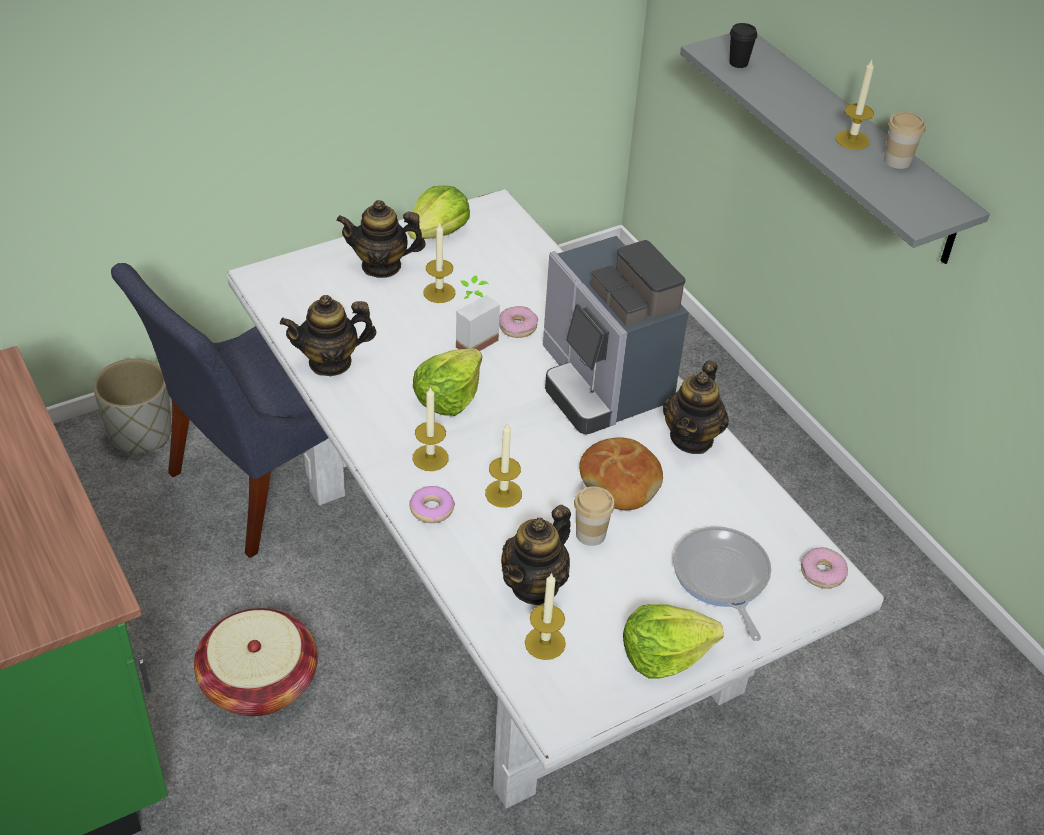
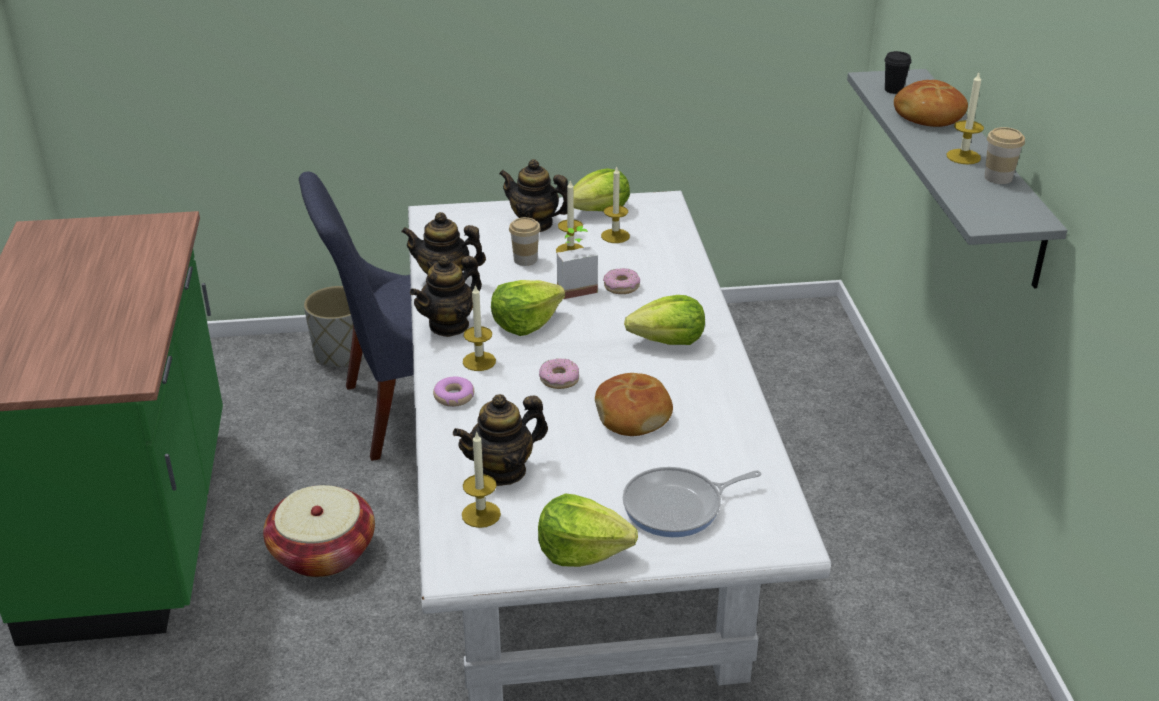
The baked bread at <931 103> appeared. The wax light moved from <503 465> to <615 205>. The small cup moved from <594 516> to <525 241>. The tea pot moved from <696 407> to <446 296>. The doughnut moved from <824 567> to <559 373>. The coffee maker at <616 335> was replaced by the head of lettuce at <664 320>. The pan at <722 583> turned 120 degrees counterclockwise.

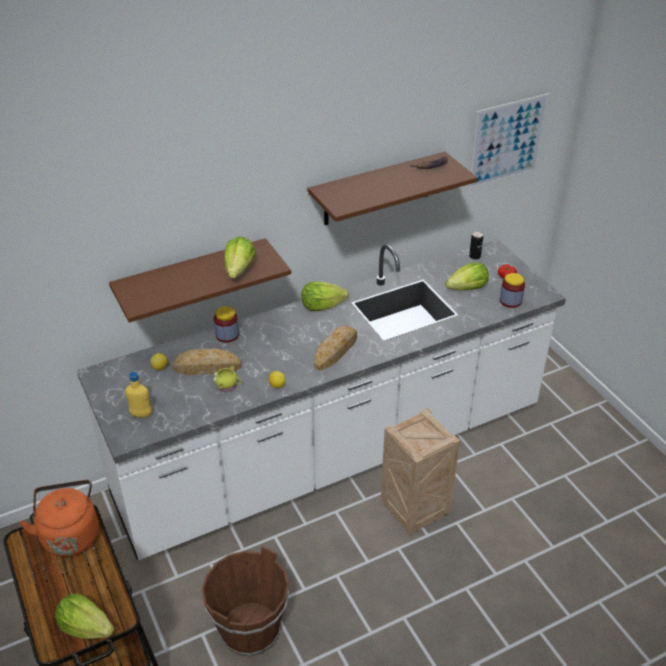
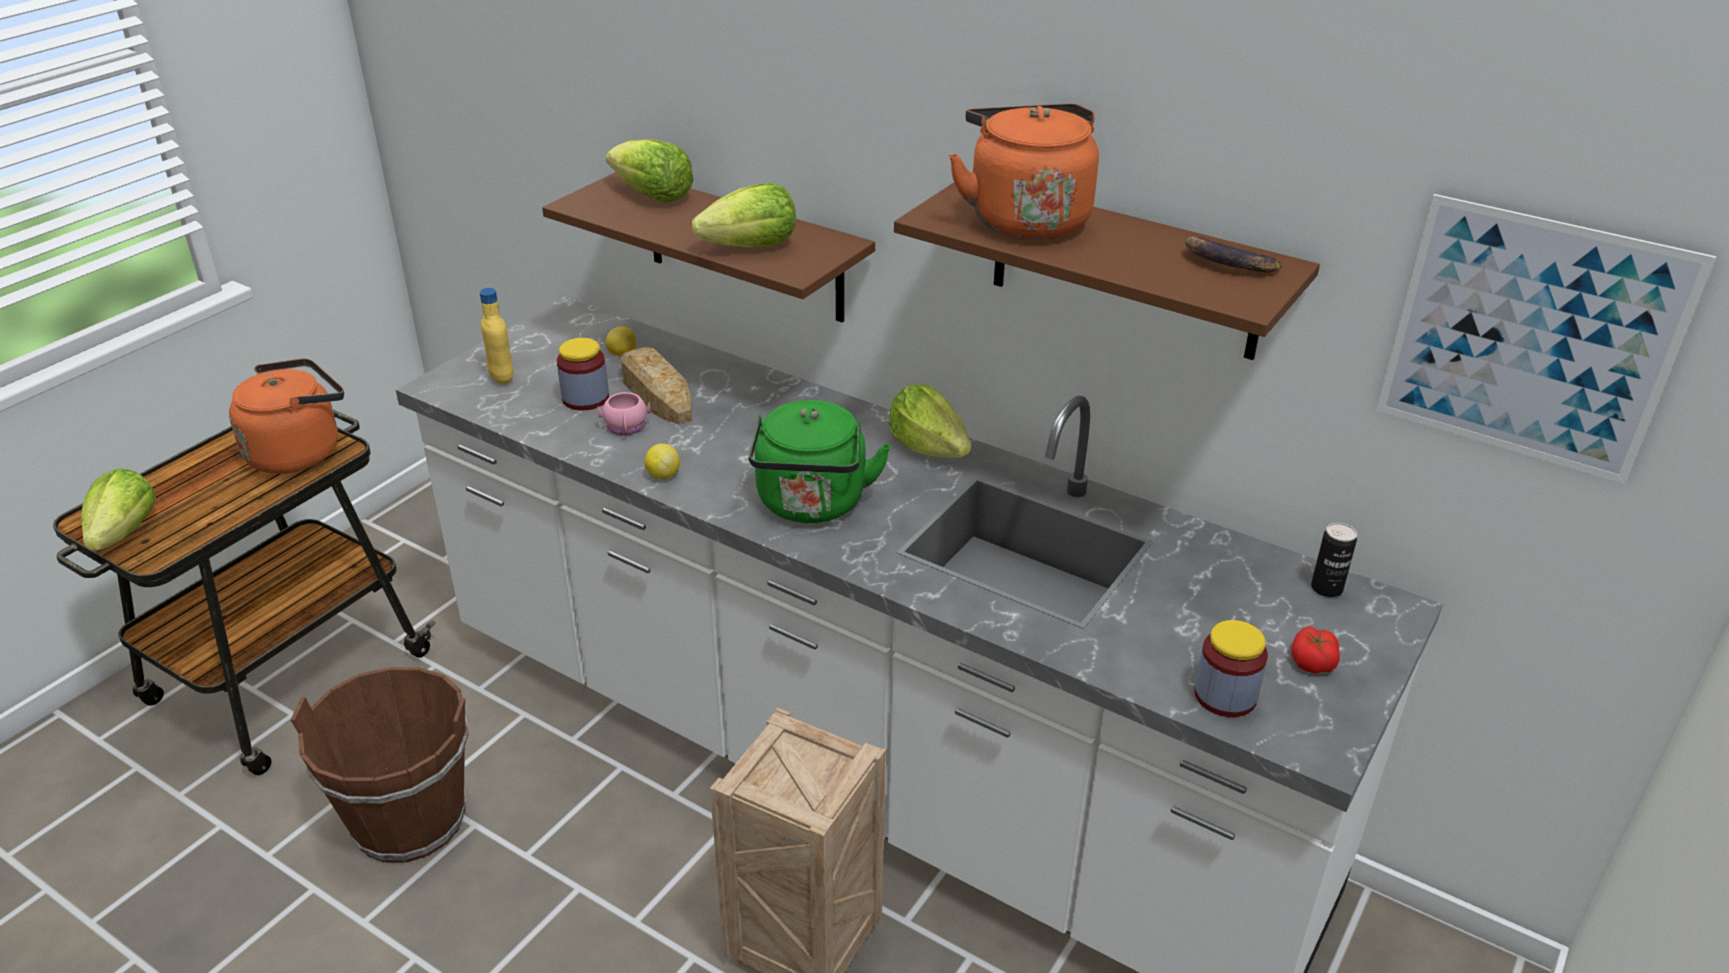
The tea kettle (orange) at <1024 172> appeared. The preserve jar moved from <226 324> to <583 374>. The head of lettuce moved from <467 276> to <650 171>. The baked bread at <335 348> was replaced by the tea kettle (green) at <820 461>. The tea mug (yellow-coloured) at <227 378> became the tea mug (pink-coloured) at <624 413>.

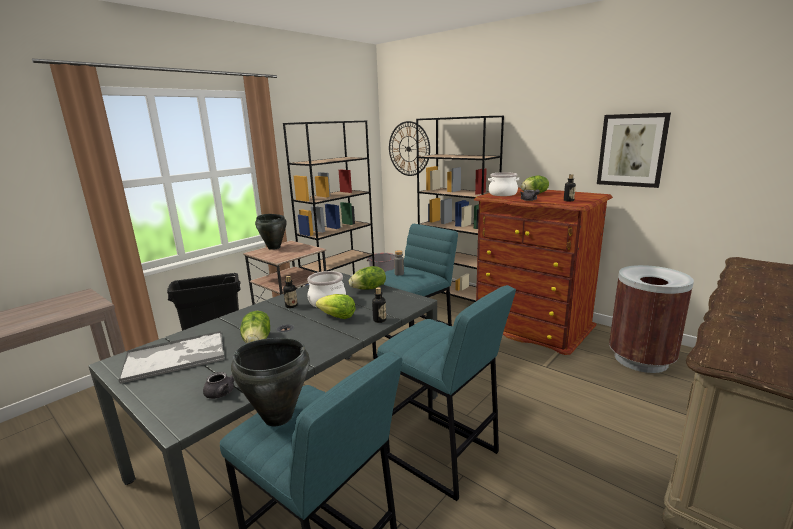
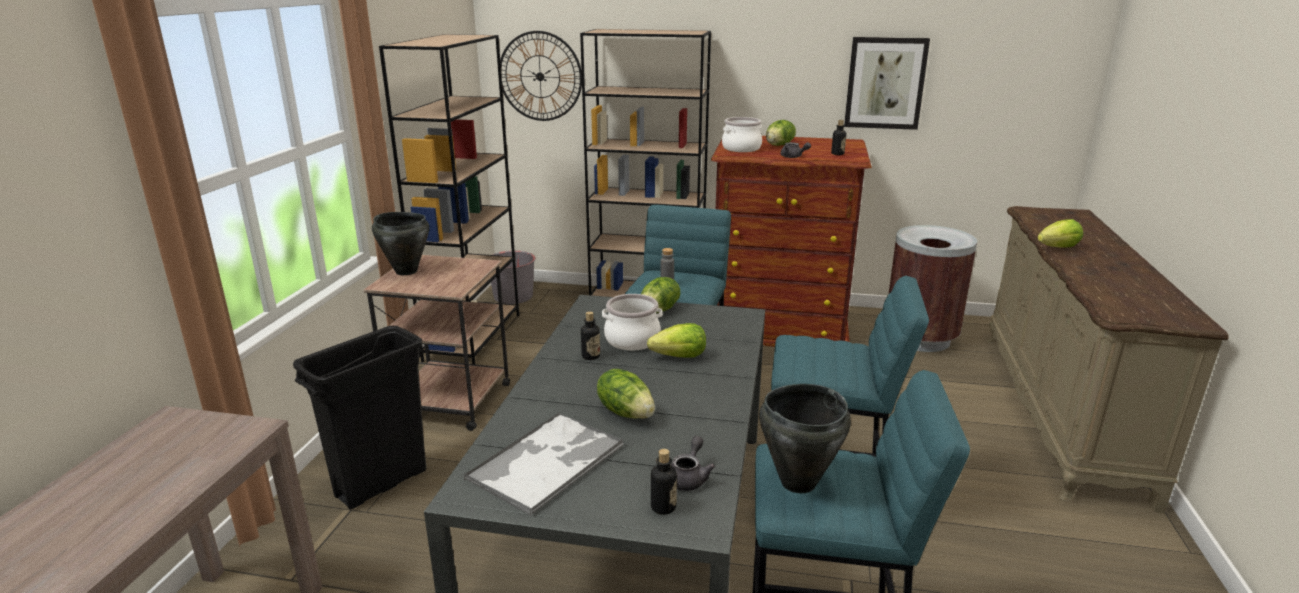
The head of lettuce at <1060 233> appeared. The drink bottle moved from <379 305> to <664 482>.

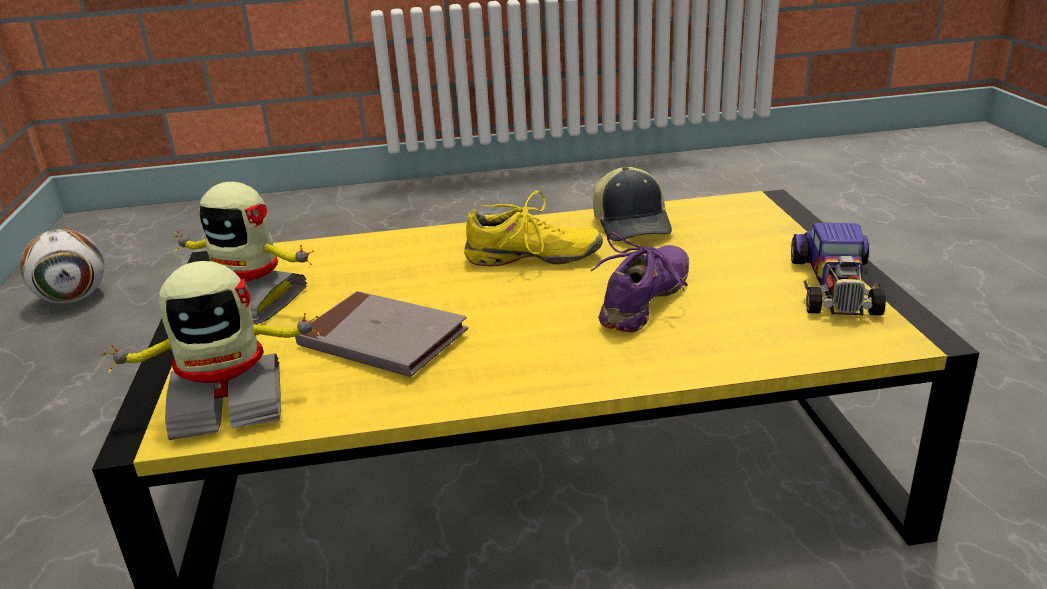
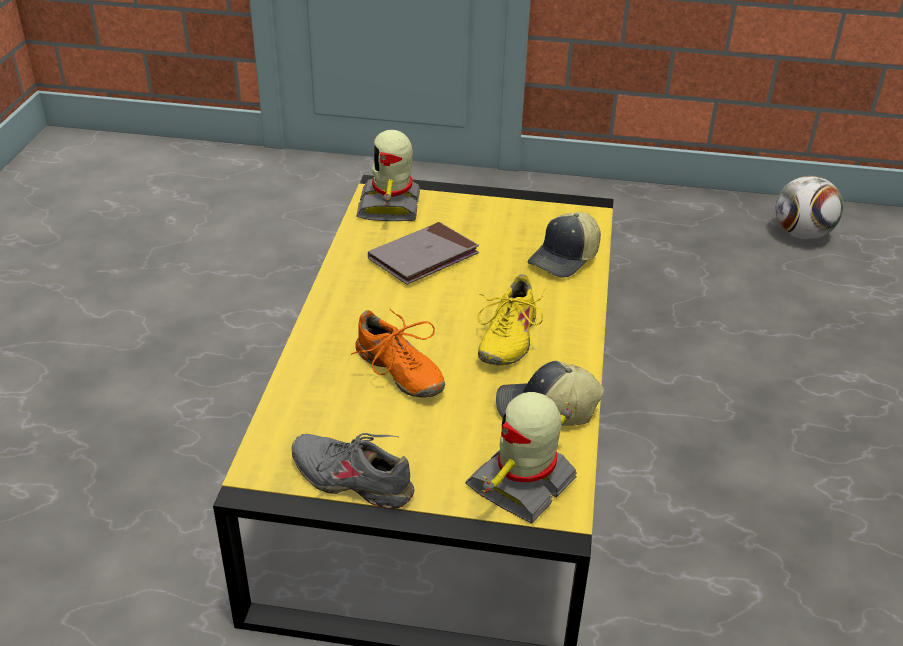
The cap at <564 245> appeared. The robot figure moved from <243 253> to <521 457>. The model car at <838 269> was replaced by the low shoe (grey) at <352 471>. The low shoe (purplish) at <640 282> became the low shoe (orange) at <398 353>.

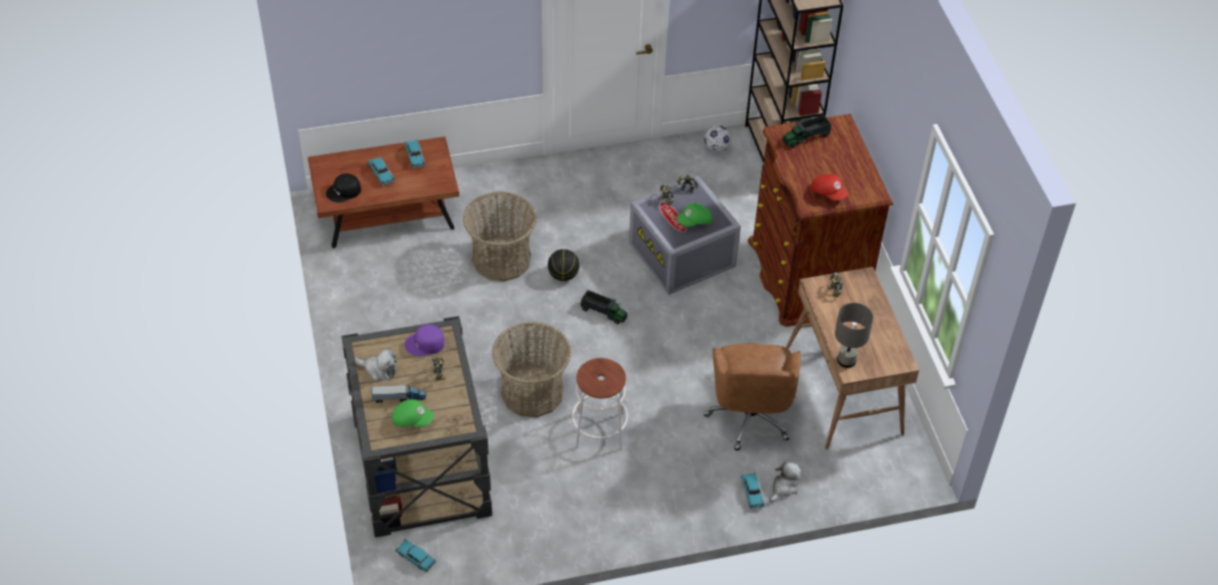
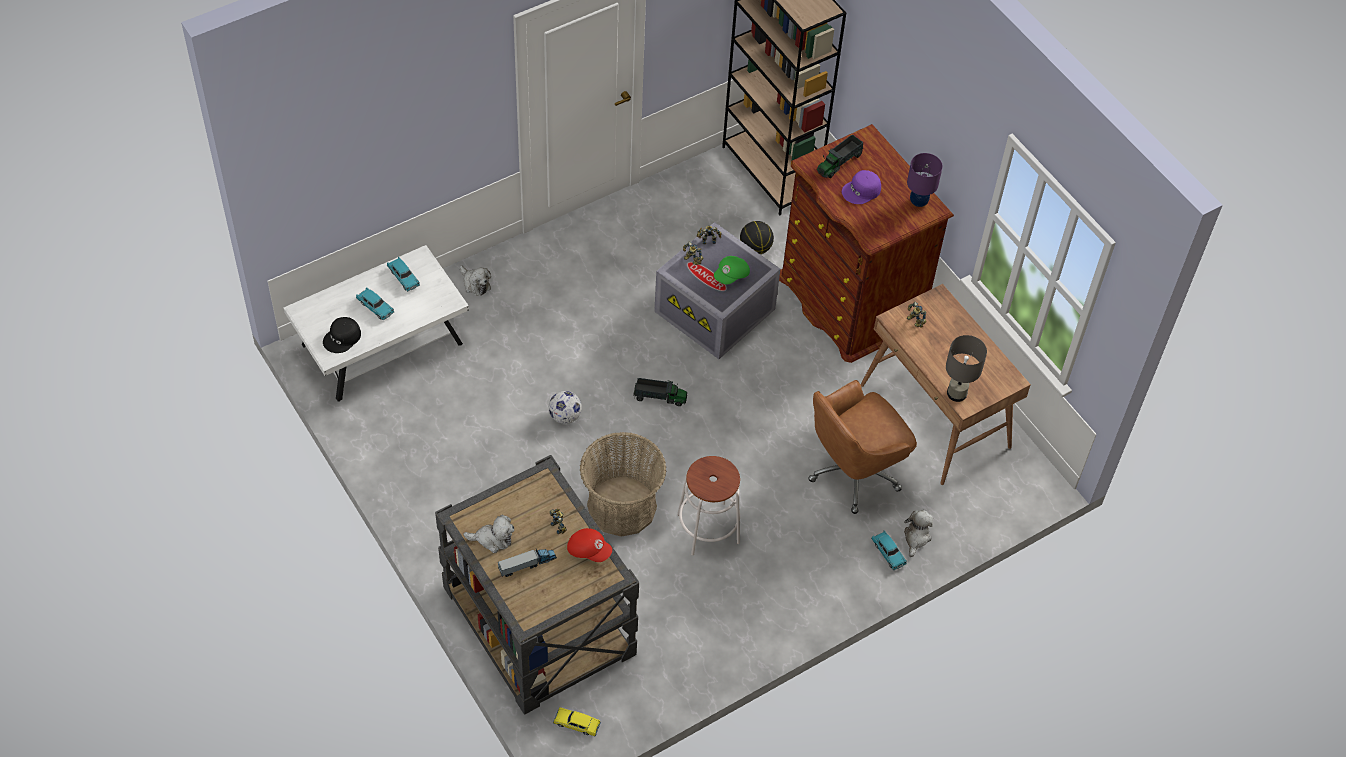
The cap (green) at <413 413> disappeared. The basket at <500 236> disappeared. The cuddly toy at <475 280> appeared. The lamp for a table (purplish) at <925 180> appeared. The cap (purplish) moved from <425 340> to <861 187>. The basketball ball moved from <564 265> to <757 237>. The ball for football moved from <718 138> to <565 407>. The cap (reddish) moved from <829 187> to <589 545>. The low table (brown-coloured) at <383 193> became the low table (whitish) at <376 323>. The model car (turquoise) at <415 555> became the model car (yellow-coloured) at <577 721>. The office chair (brown-coloured) at <752 397> turned 75 degrees clockwise.

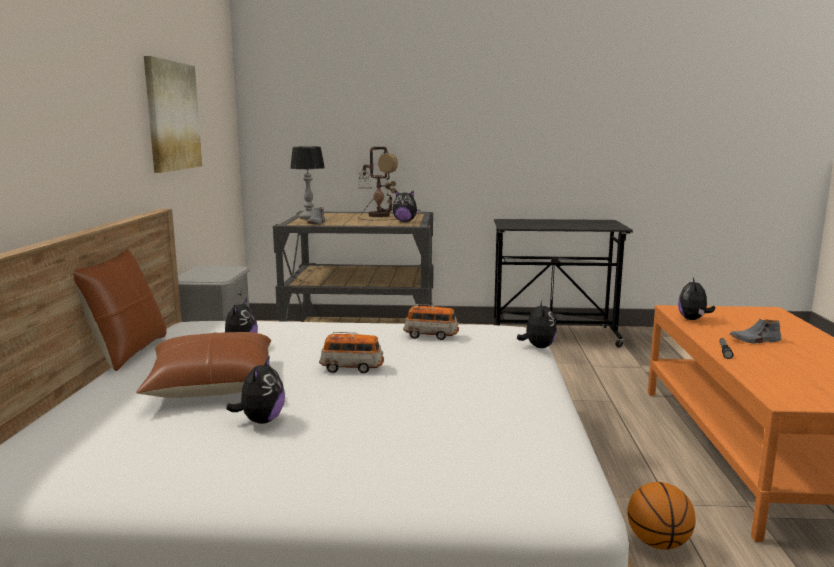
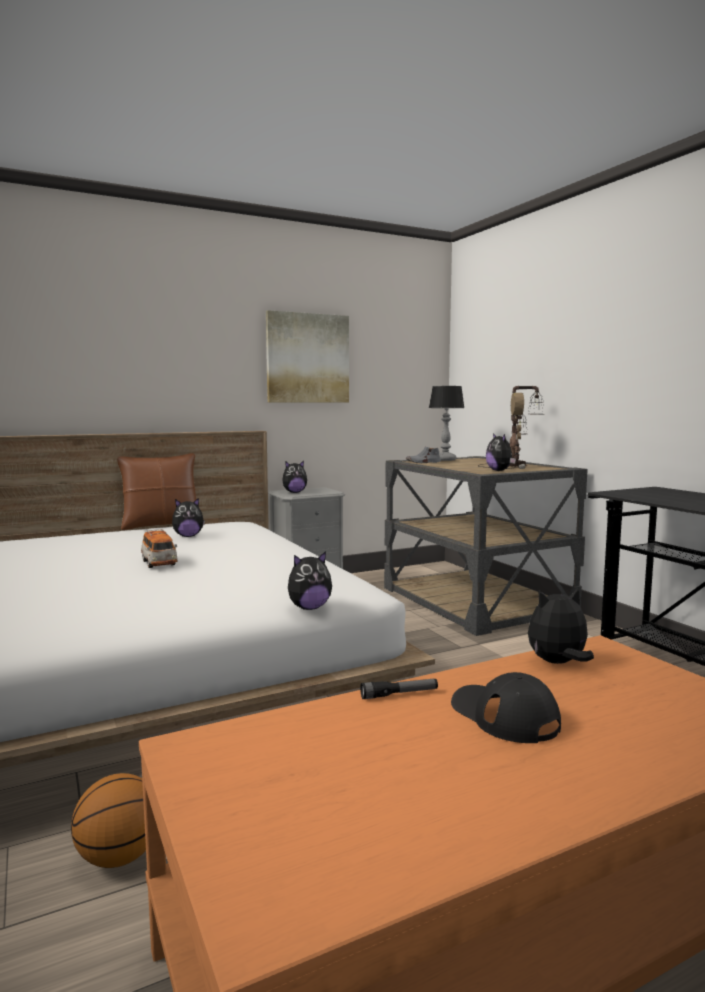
The throw pillow (brown-coloured) at <203 365> disappeared. The model car at <431 322> disappeared. The cuddly toy moved from <255 389> to <294 477>. The low shoe (grey) at <755 331> was replaced by the cap (blackish) at <506 707>.

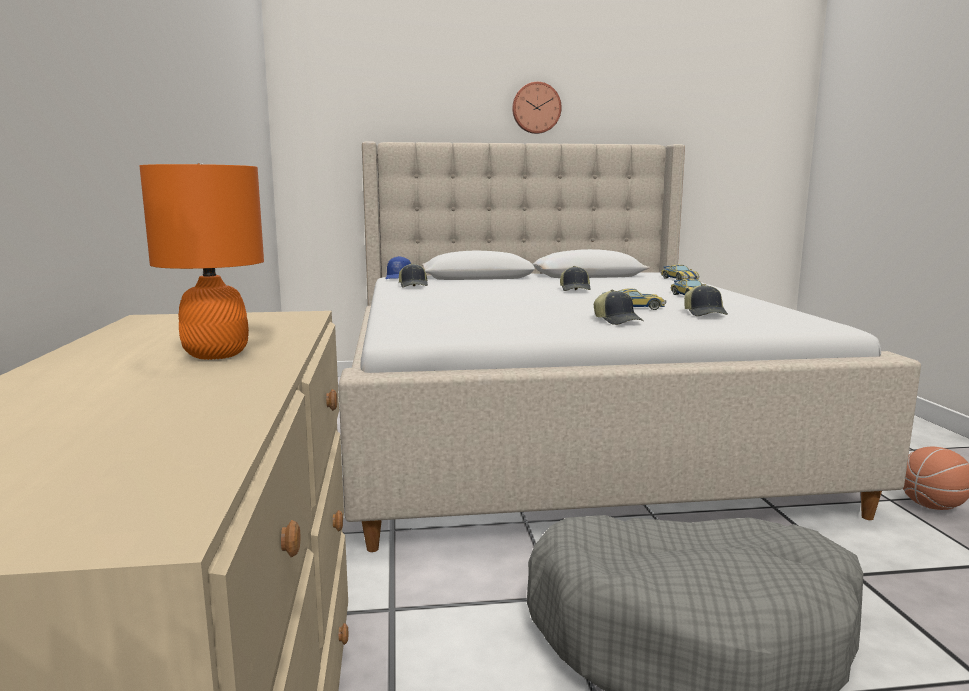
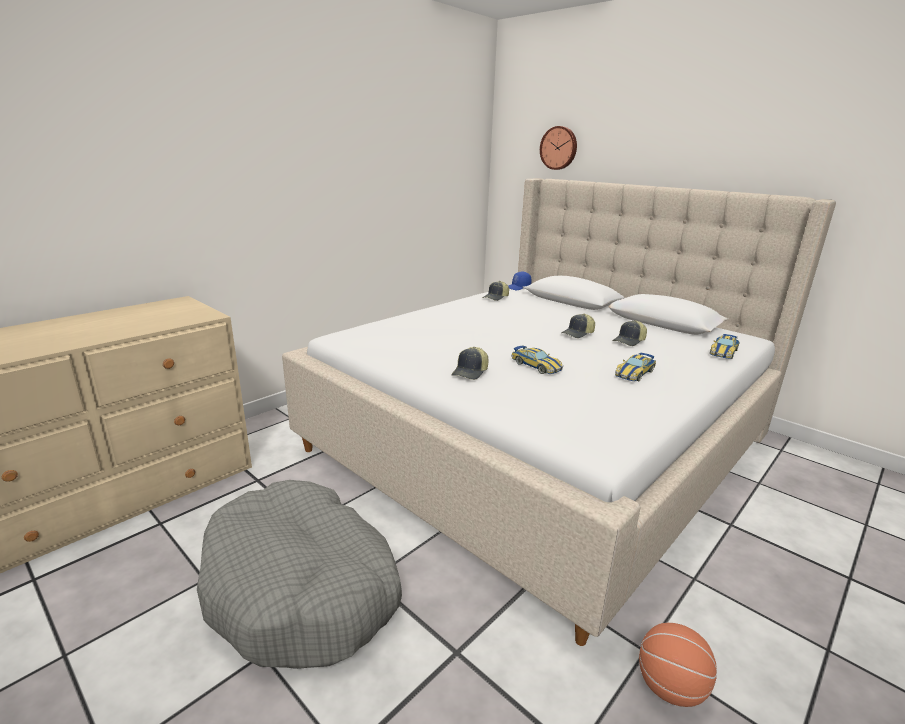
The lamp for a table (orange) at <201 261> disappeared. The wall clock moved from <537 108> to <558 148>. The cap moved from <706 300> to <629 333>.

